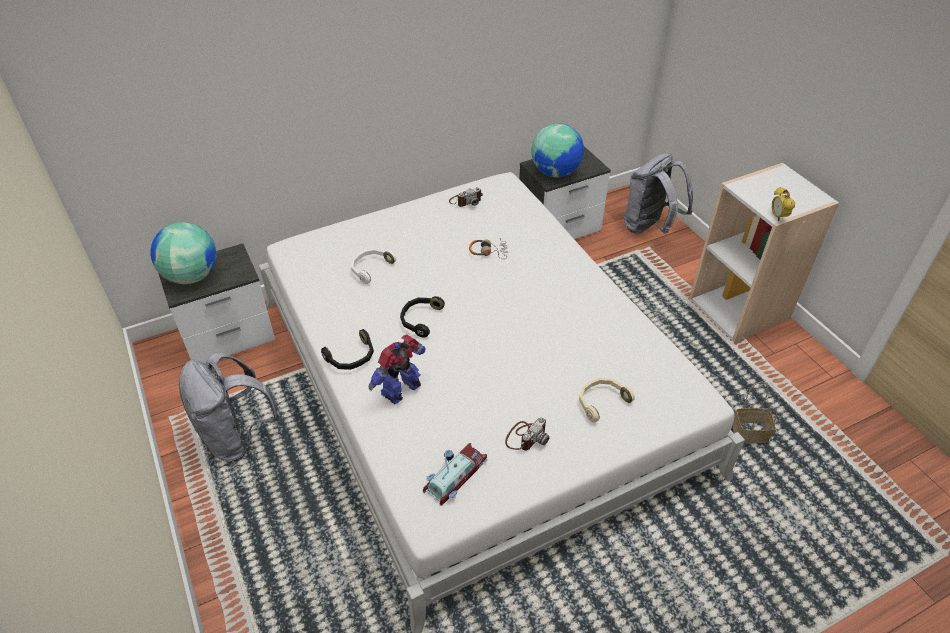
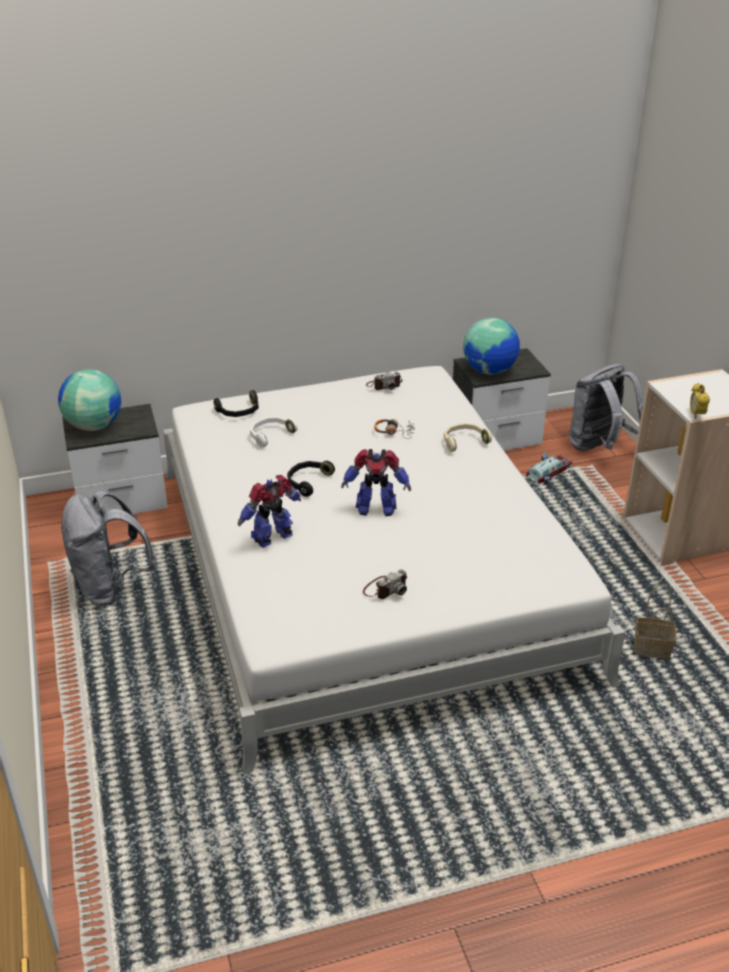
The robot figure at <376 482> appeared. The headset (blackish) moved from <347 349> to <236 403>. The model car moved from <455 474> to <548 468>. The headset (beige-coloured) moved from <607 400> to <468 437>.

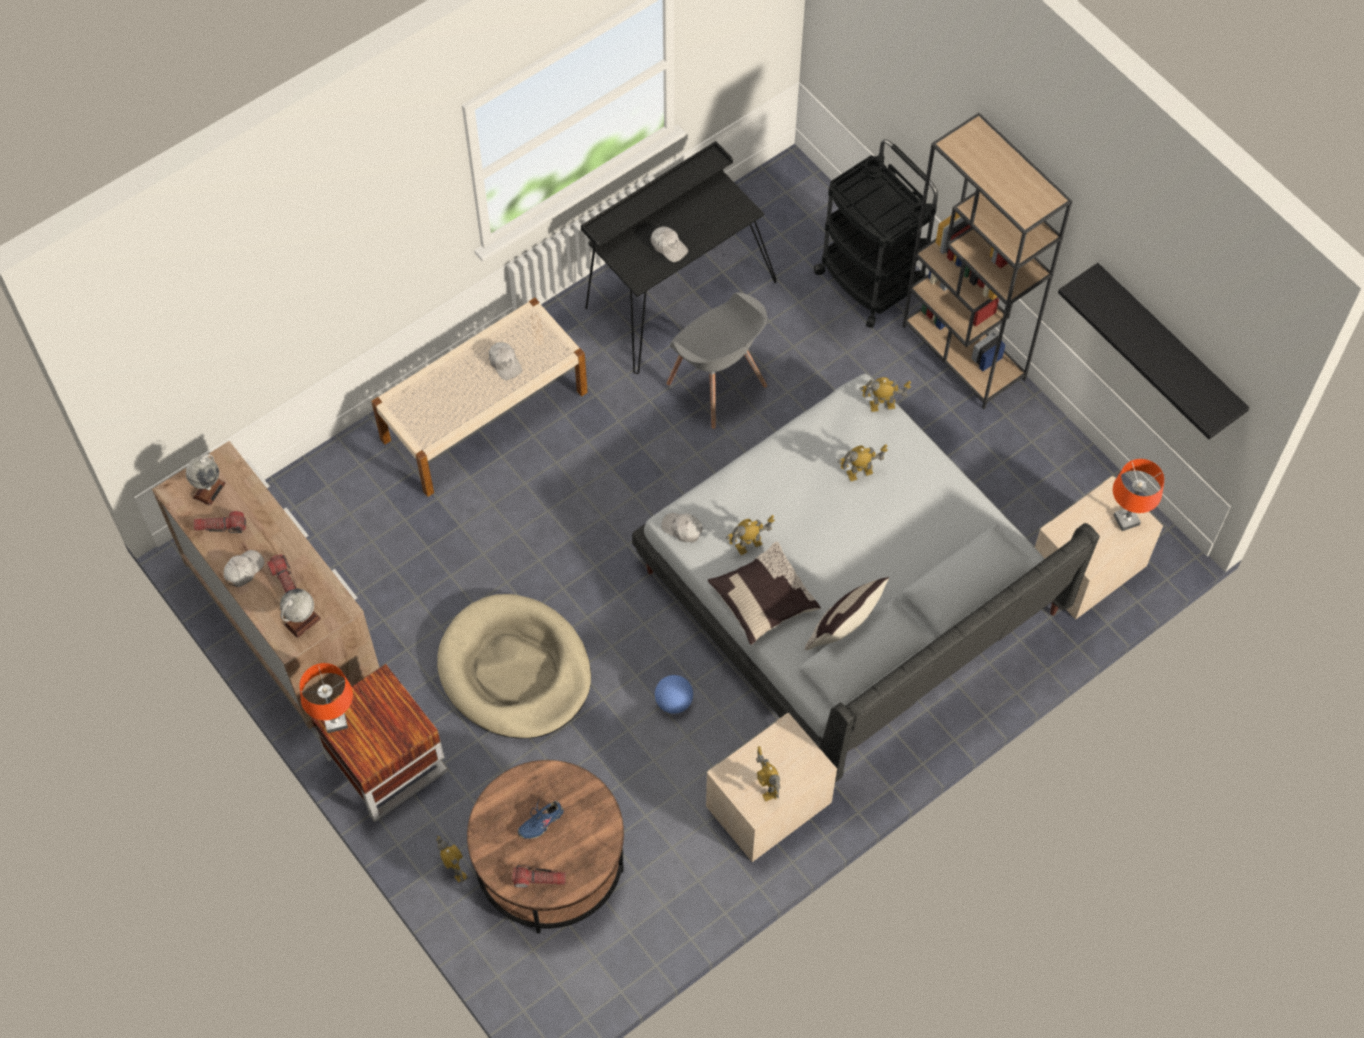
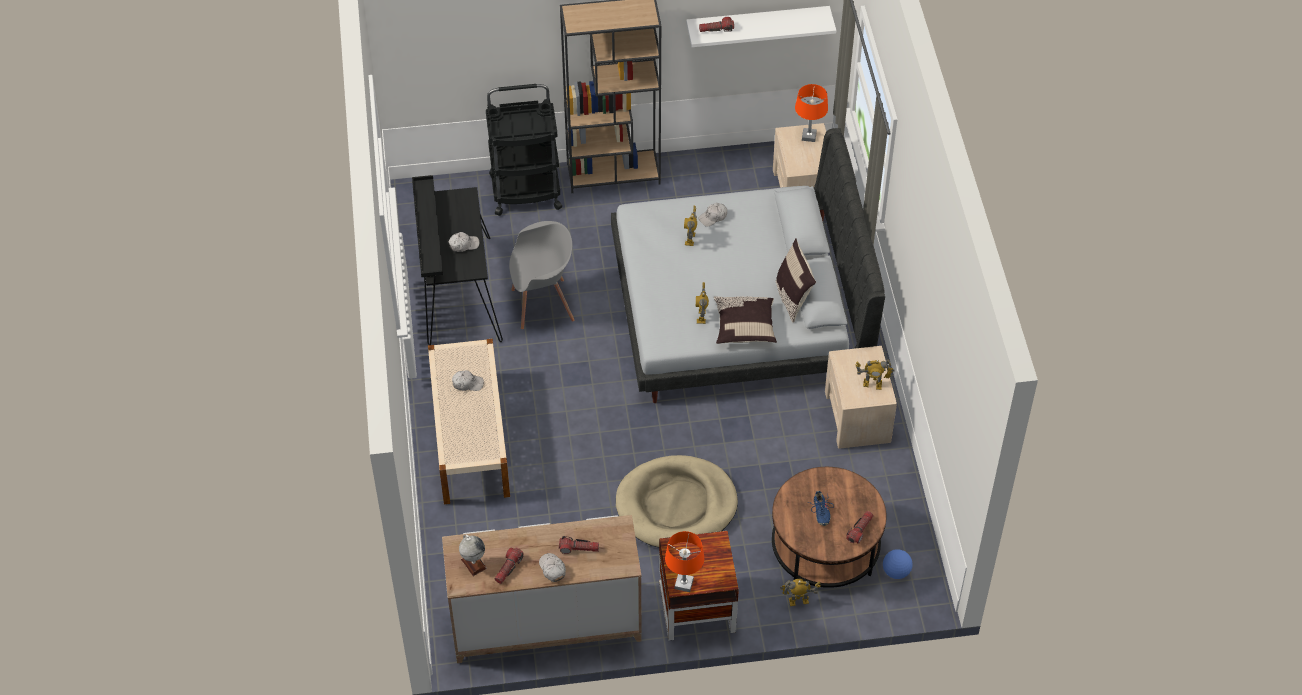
The globe at <300 613> disappeared. The robot figure at <885 394> disappeared. The flashlight at <716 24> appeared. The ball for football moved from <674 694> to <898 564>. The cap (whitish) moved from <682 527> to <712 215>. The bracket shelf (blackish) at <1153 351> became the bracket shelf (whitish) at <761 26>.

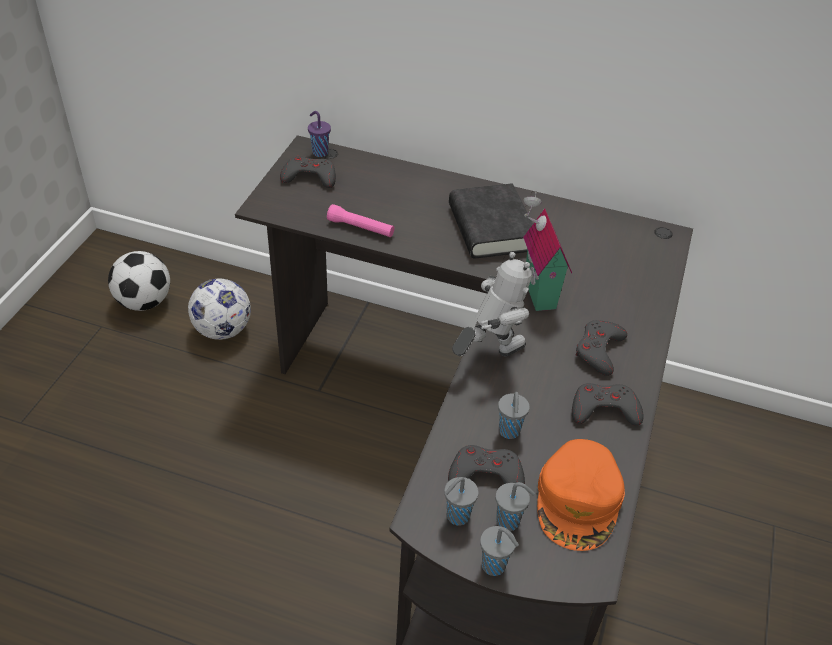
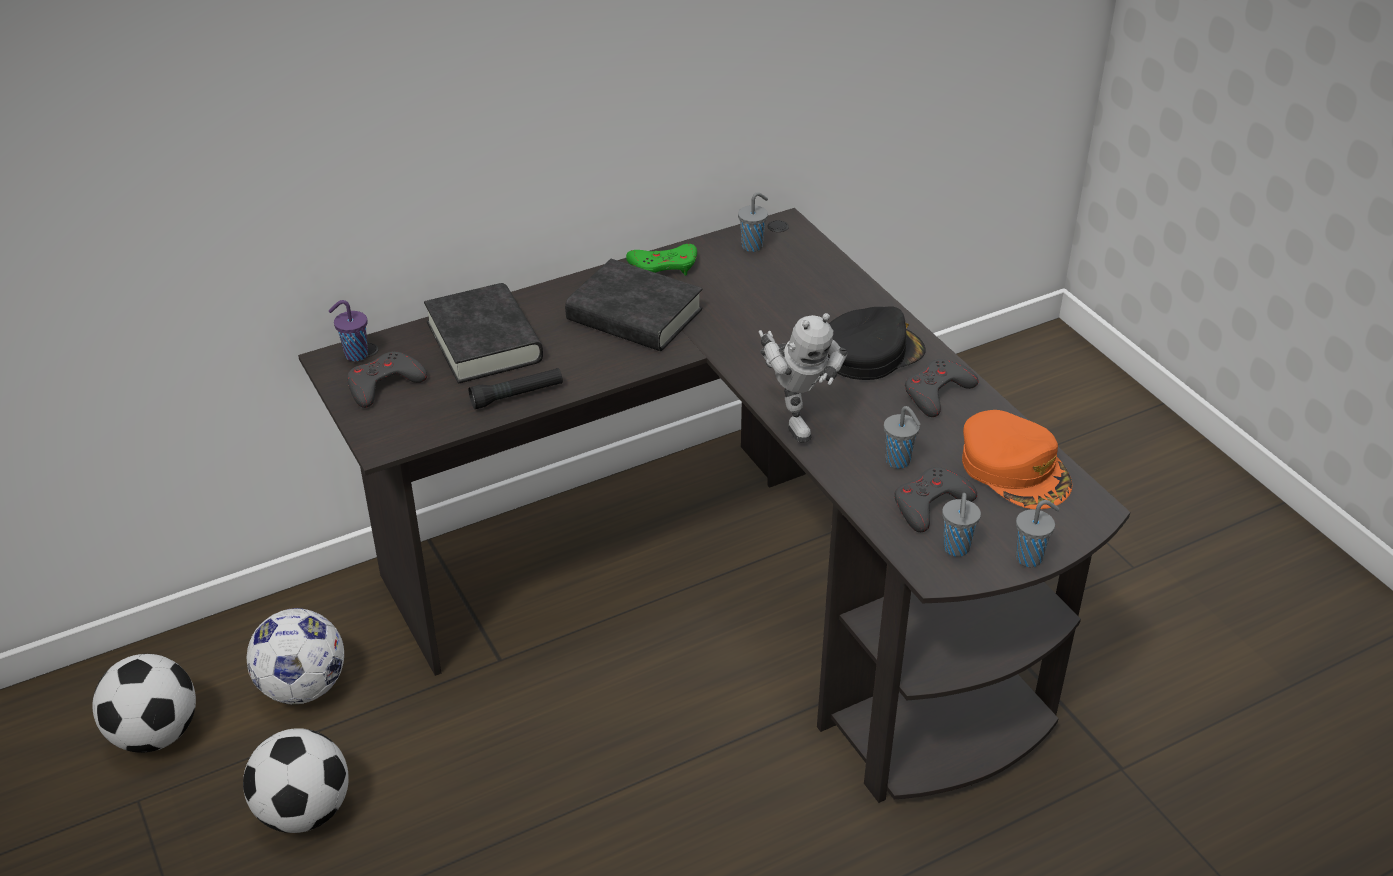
The miniature house at <547 251> disappeared. The ball for football at <296 780> appeared. The bound book (blackish) at <483 333> appeared. The gamepad (green) at <661 259> appeared. The small cup (grey) moved from <515 506> to <753 222>. The gamepad (grey) at <601 348> was replaced by the cap (blackish) at <877 343>. The flashlight (pink-coloured) at <360 220> became the flashlight (blackish) at <515 388>. The robot figure at <492 304> turned 150 degrees clockwise.

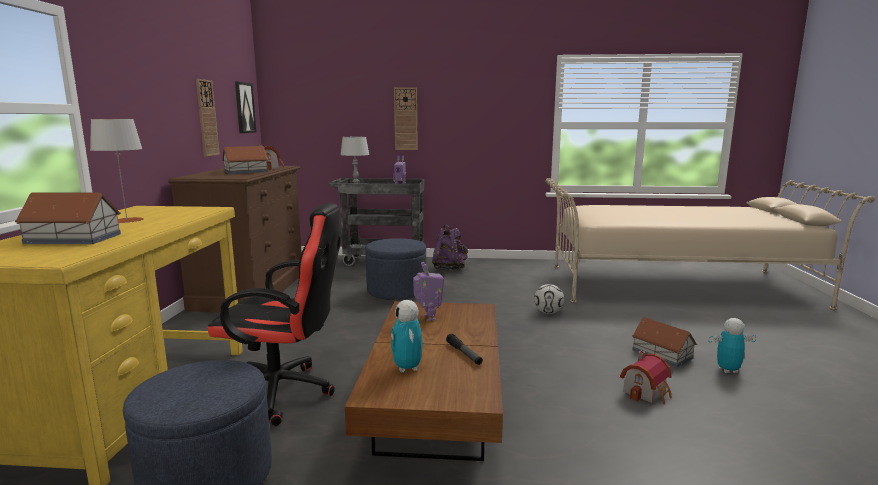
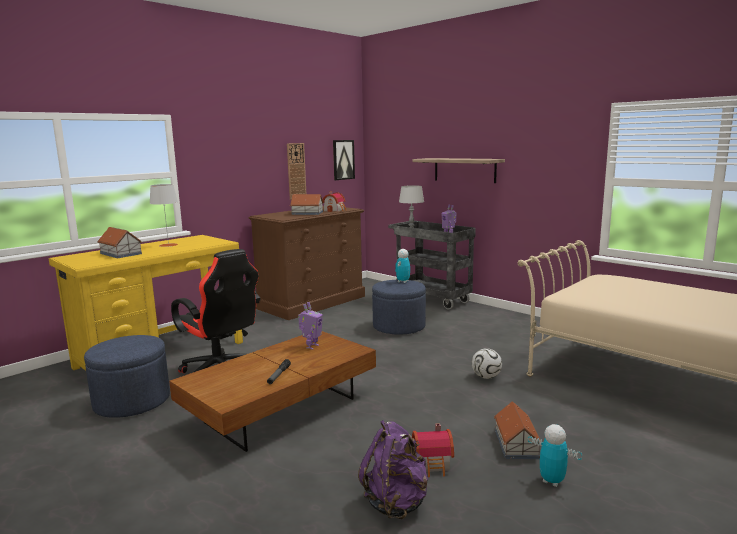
The robot figure moved from <407 336> to <402 266>. The backpack (purplish) moved from <450 247> to <393 469>. The wall clock at <406 118> was replaced by the bracket shelf at <459 170>.

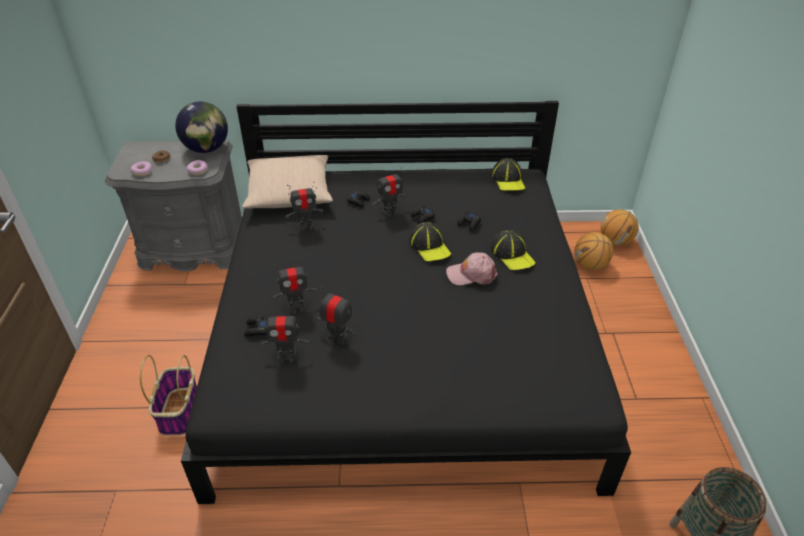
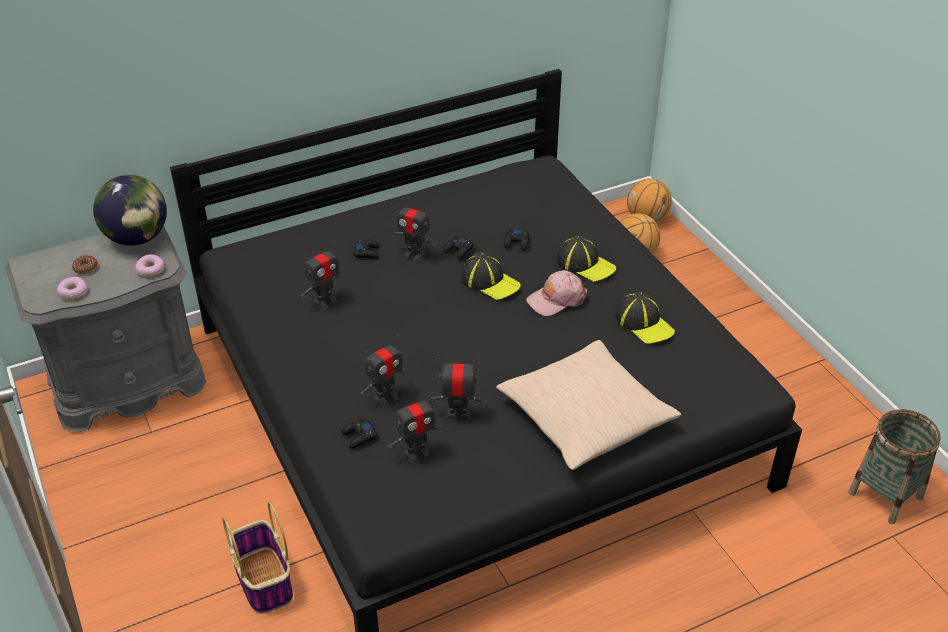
The throw pillow (beige-coloured) moved from <287 182> to <588 405>. The cap moved from <508 174> to <645 318>. The robot figure at <389 192> turned 75 degrees clockwise.

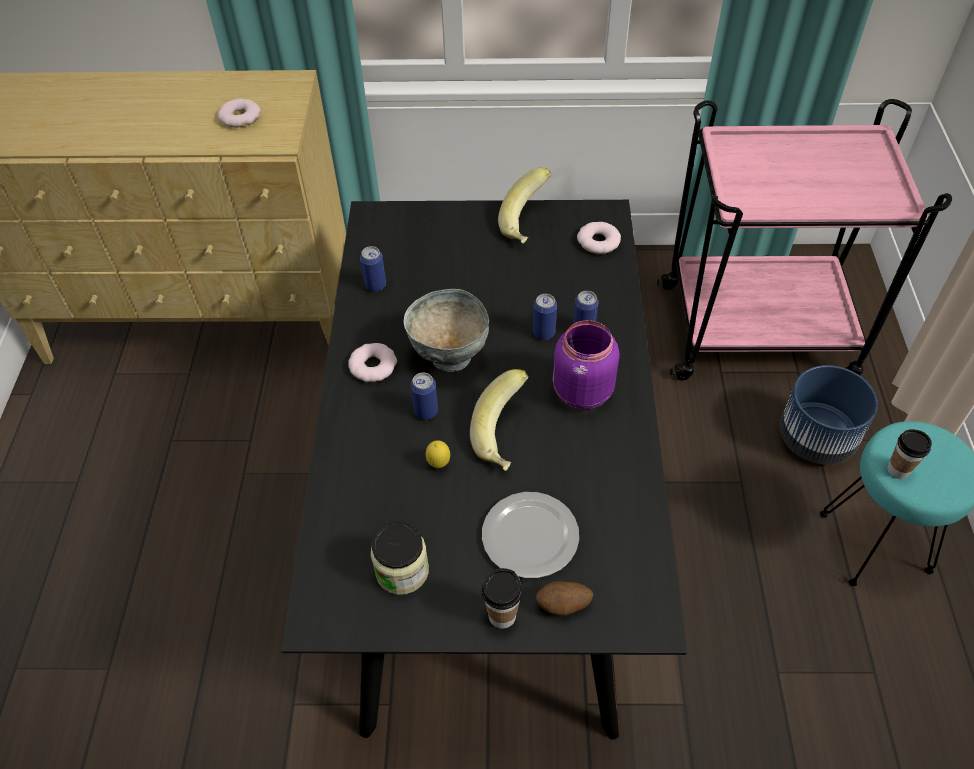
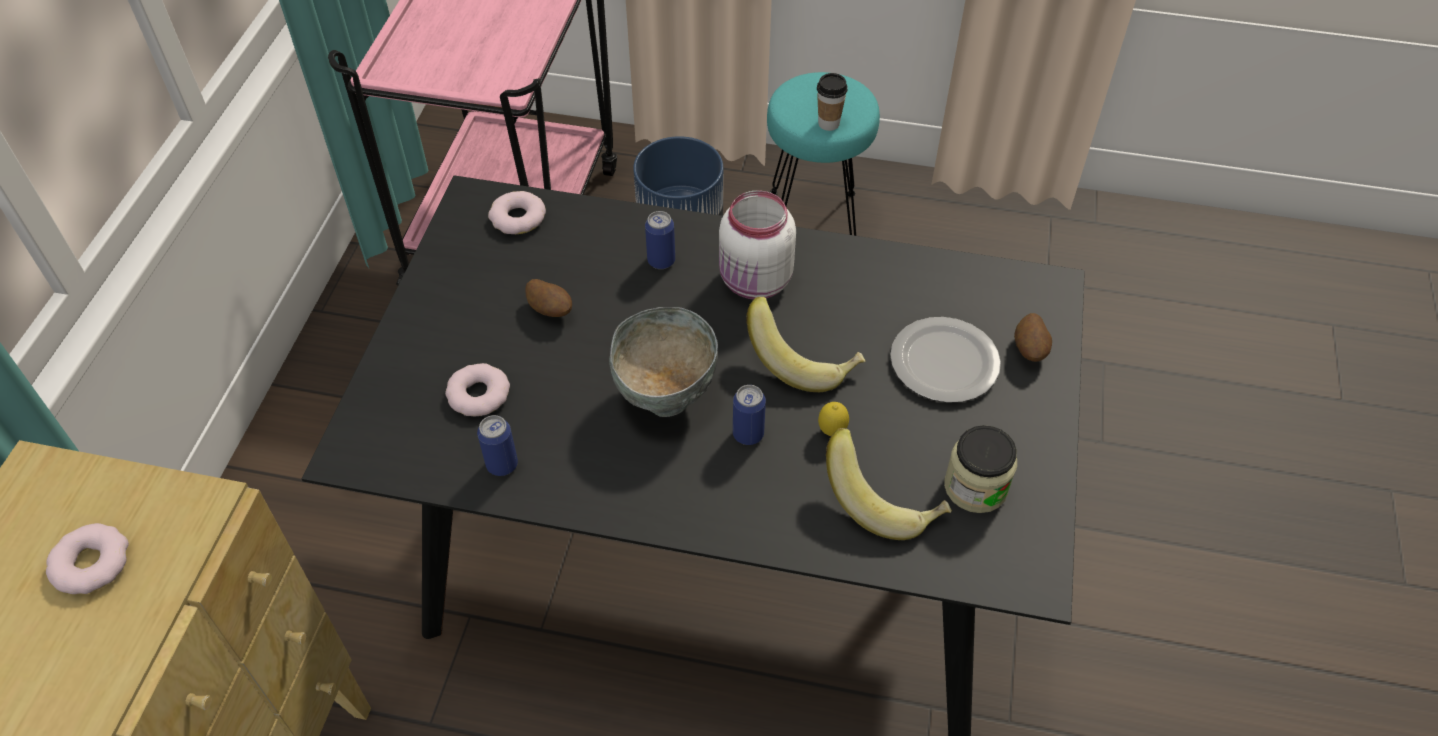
The small cup at <502 598> disappeared. The metal can at <545 317> disappeared. The potato at <548 298> appeared. The doughnut moved from <372 362> to <477 390>. The banana moved from <524 206> to <889 484>. The preserve jar (purplish) at <586 365> became the preserve jar (whitish) at <757 244>.

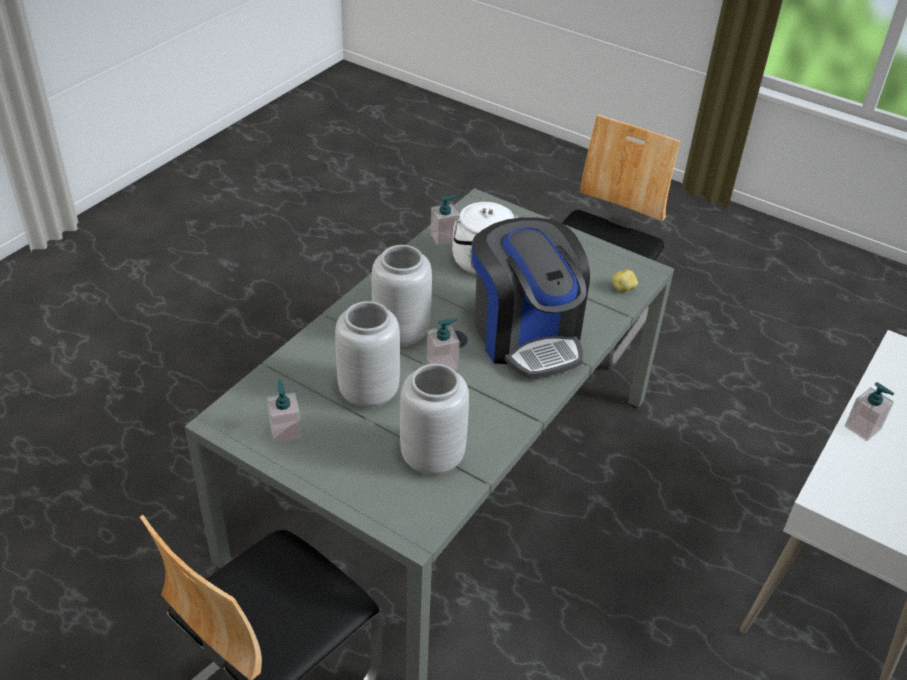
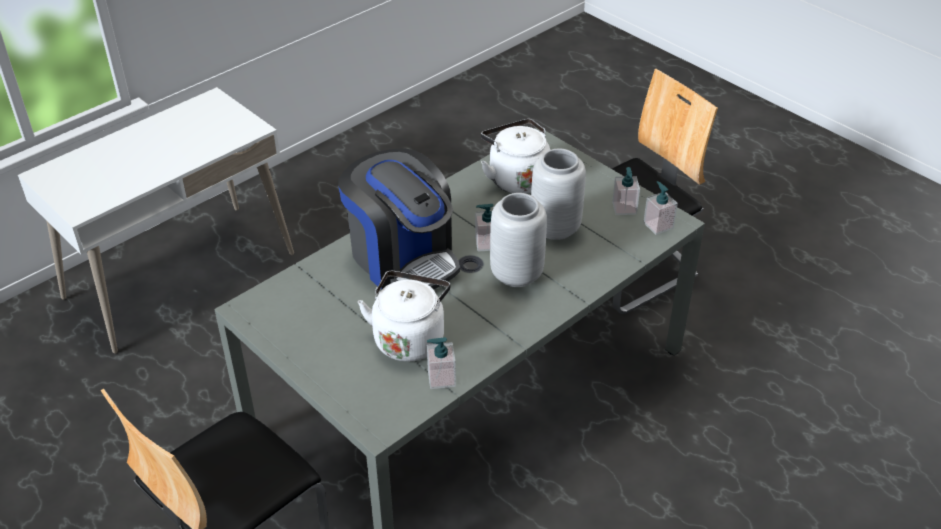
The potato at <625 281> disappeared. The soap dispenser moved from <869 411> to <660 208>. The decorative vase (grey) at <434 419> was replaced by the tea kettle (whitish) at <515 156>. The coffee maker at <531 298> turned 150 degrees clockwise.

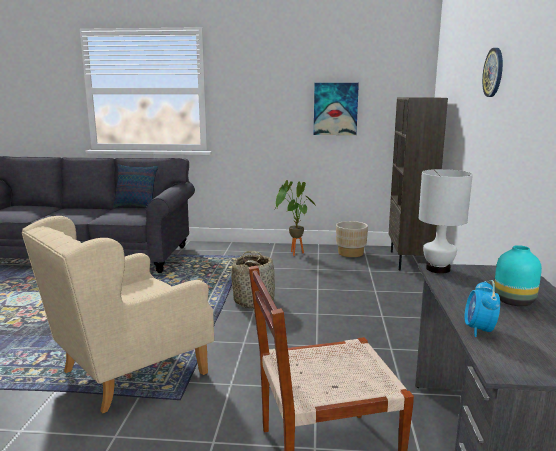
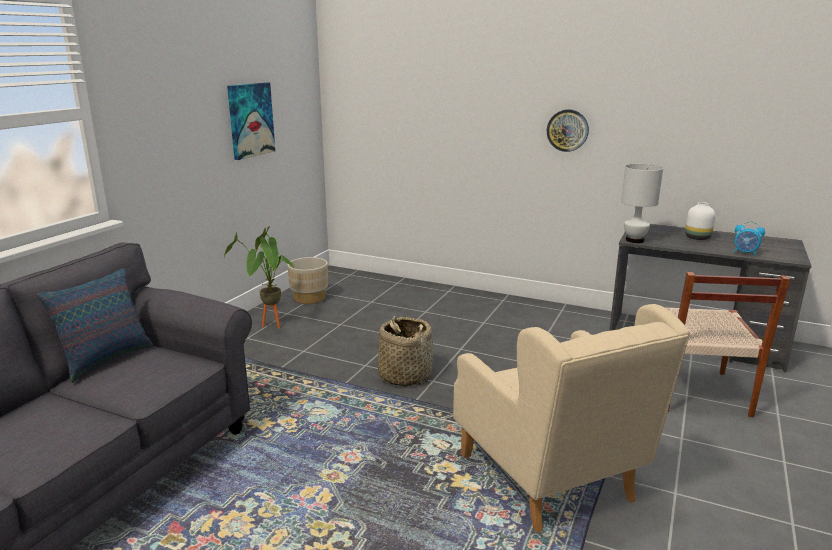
The bookshelf (brown-coloured) at <418 183> disappeared. The wall clock moved from <492 72> to <568 130>. The decorative vase (turquoise) at <518 275> became the decorative vase (whitish) at <700 221>.

